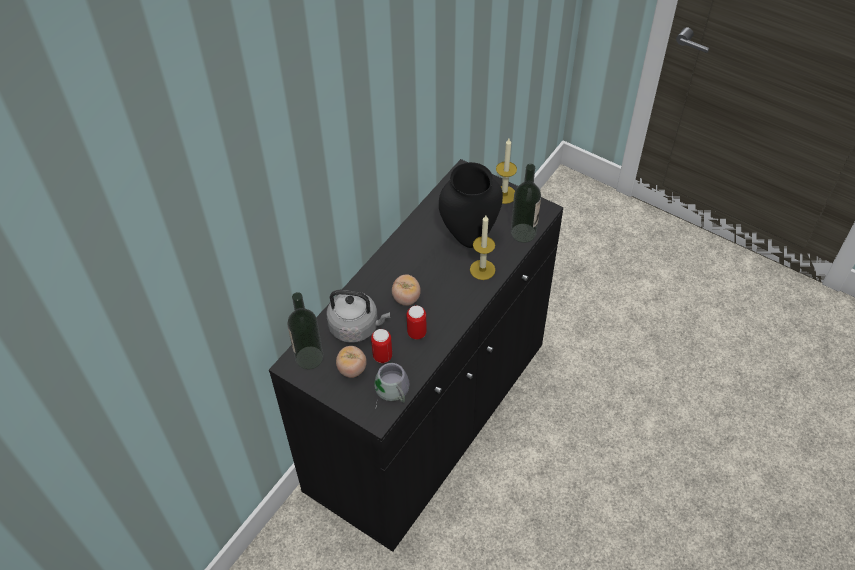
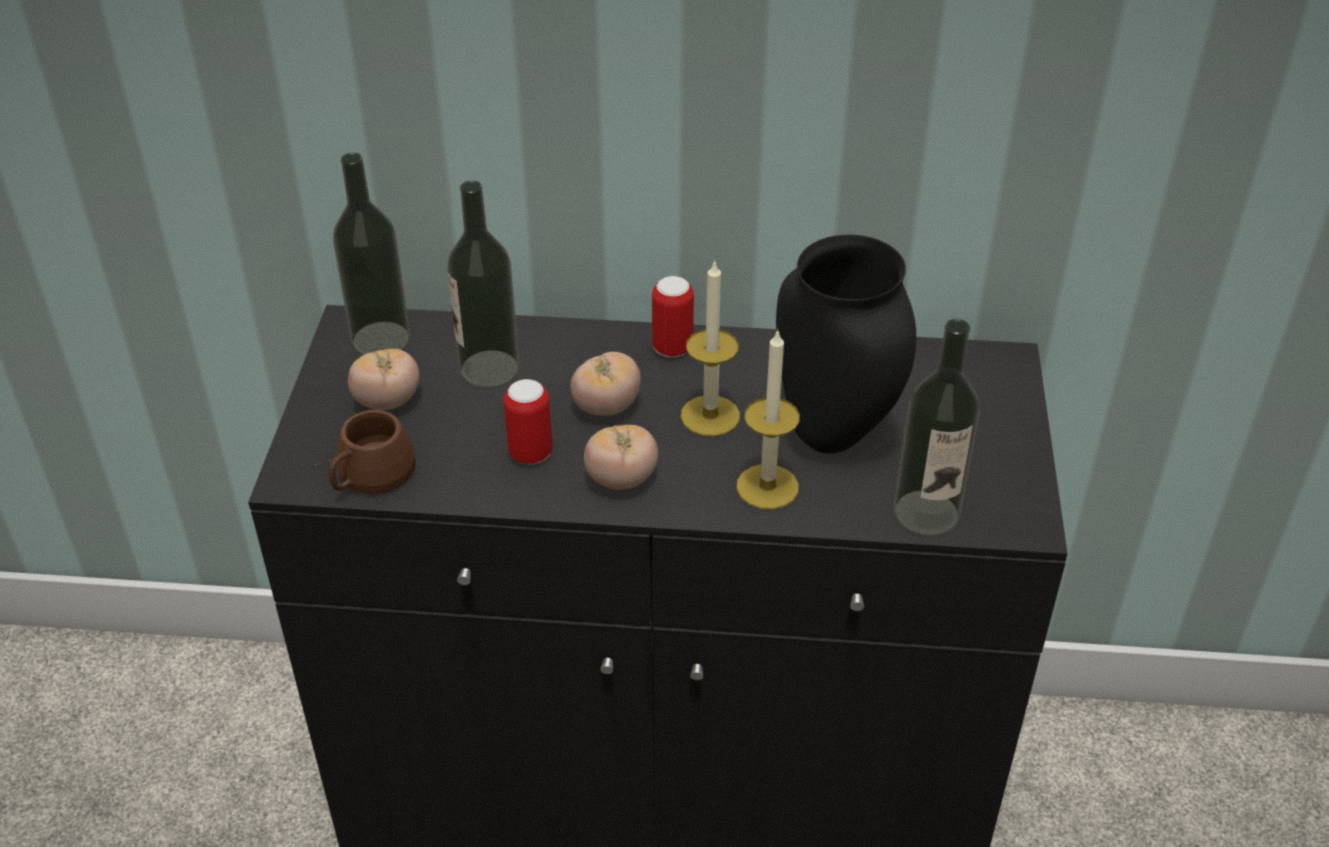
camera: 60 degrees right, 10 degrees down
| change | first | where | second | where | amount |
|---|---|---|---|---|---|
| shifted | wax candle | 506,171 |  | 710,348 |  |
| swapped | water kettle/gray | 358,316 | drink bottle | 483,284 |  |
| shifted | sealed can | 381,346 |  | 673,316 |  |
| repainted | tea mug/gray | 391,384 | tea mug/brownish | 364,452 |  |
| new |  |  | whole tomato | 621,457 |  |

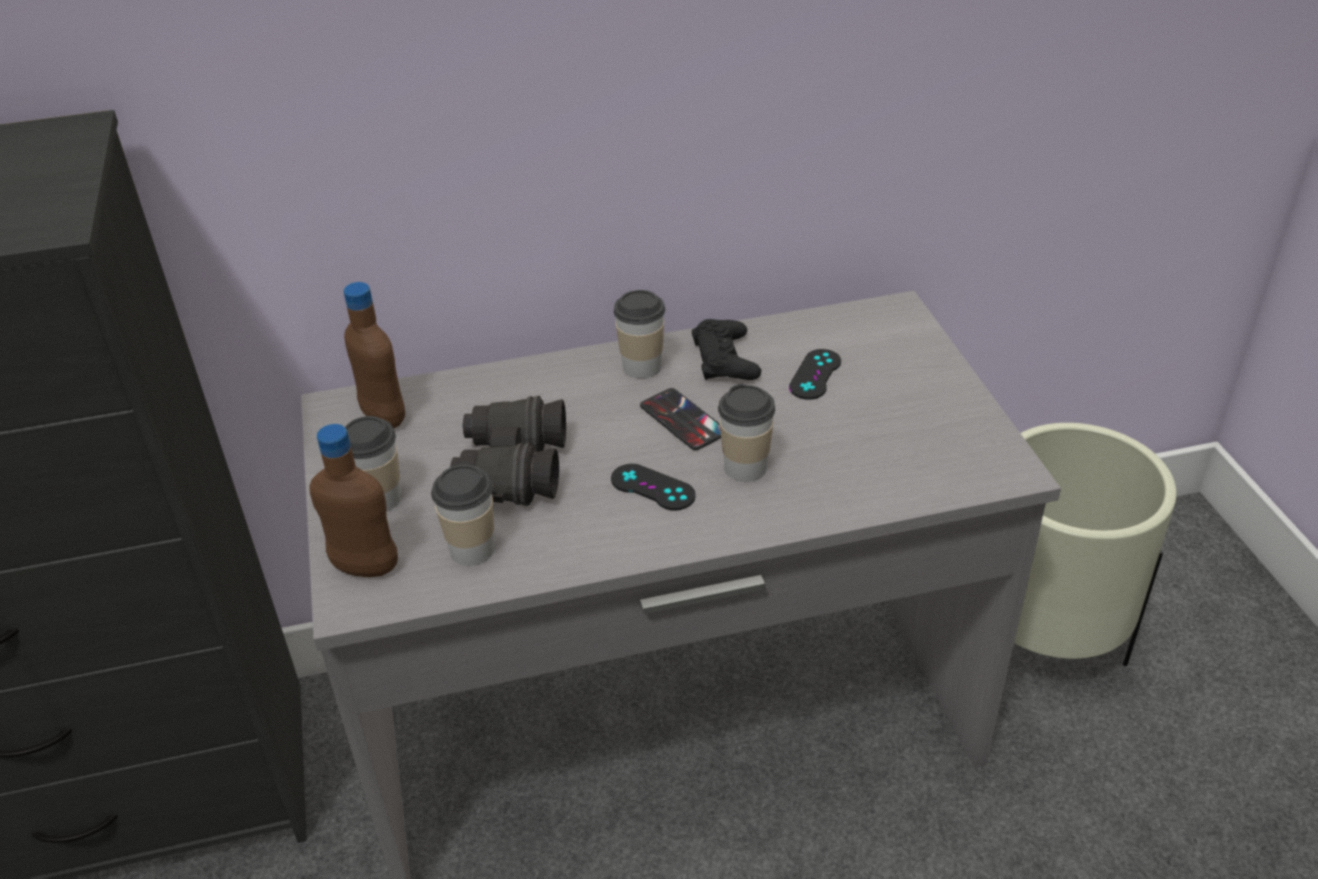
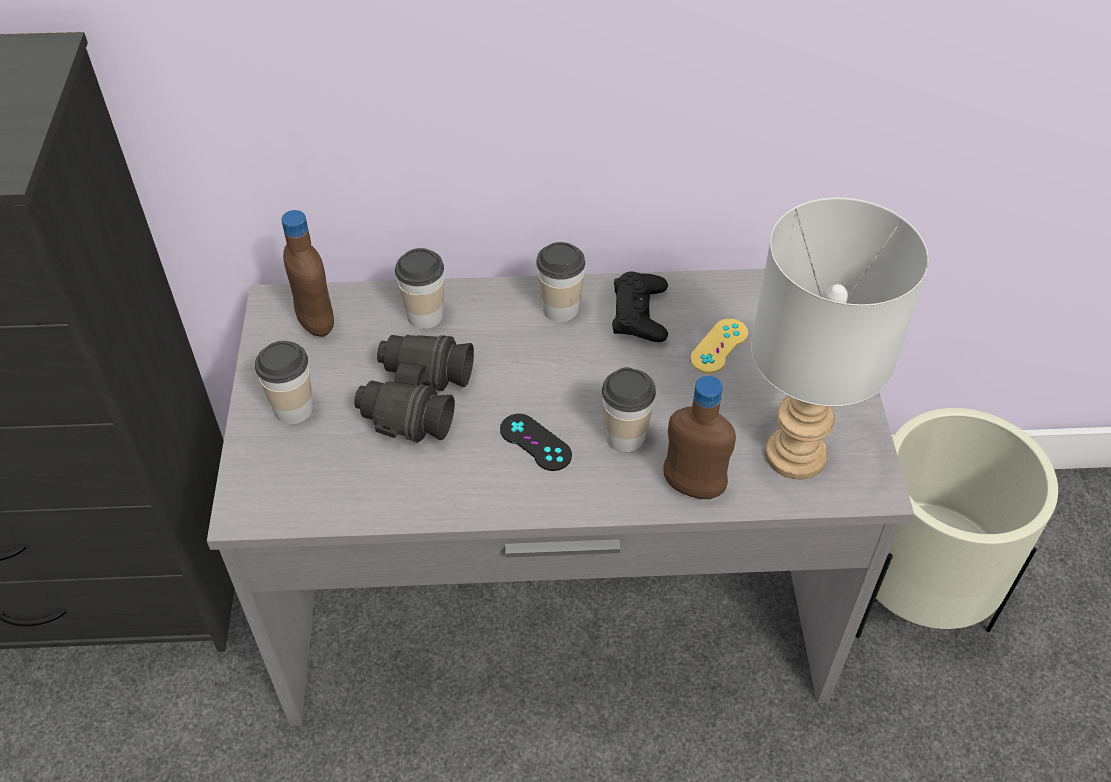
camera: 10 degrees right, 10 degrees up
| change | first | where | second | where | amount |
|---|---|---|---|---|---|
| repainted | gamepad/black-coloured | 815,374 | gamepad/yellowish | 719,346 |  |
| gone | phone | 680,419 |  |  |  |
| shifted | drink bottle/brownish | 353,500 |  | 700,437 |  |
| shifted | cup | 462,515 |  | 419,288 |  |
| new |  |  | tabletop lamp/gray | 840,338 |  |

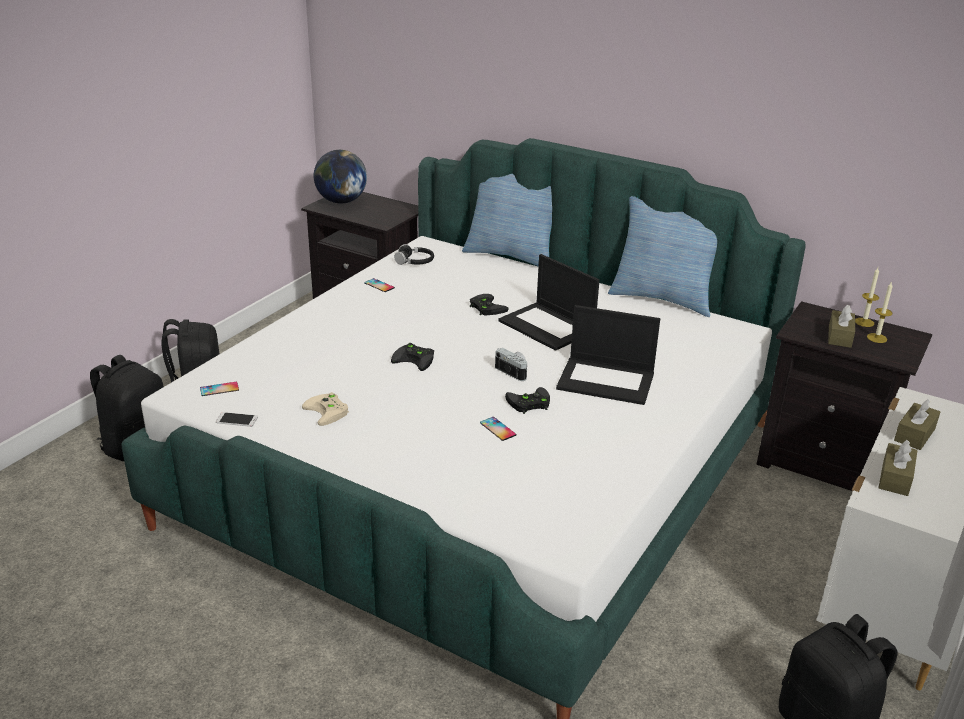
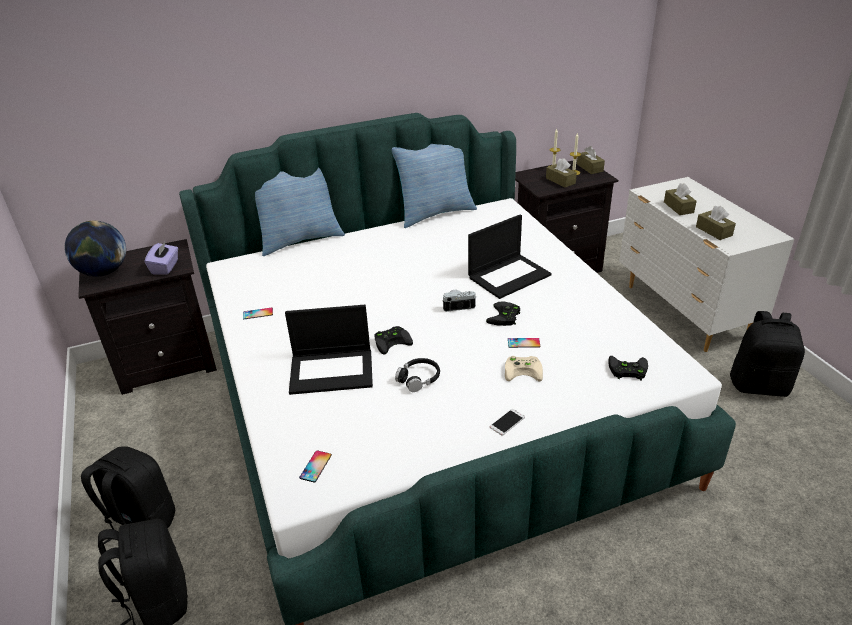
camera: 50 degrees left, 5 degrees up
| change | first | where | second | where | amount |
|---|---|---|---|---|---|
| shifted | headset/black-coloured | 414,254 |  | 417,375 |  |
| shifted | laptop | 549,302 |  | 329,350 |  |
| shifted | gamepad/black-coloured | 489,305 |  | 628,368 |  |
| shifted | gamepad/beige-coloured | 325,409 |  | 524,369 |  |
| shifted | phone | 237,419 |  | 507,422 |  |
| new |  |  | tissue holder/brownish | 591,160 |  |
| new |  |  | tissue holder/purple | 161,258 |  |

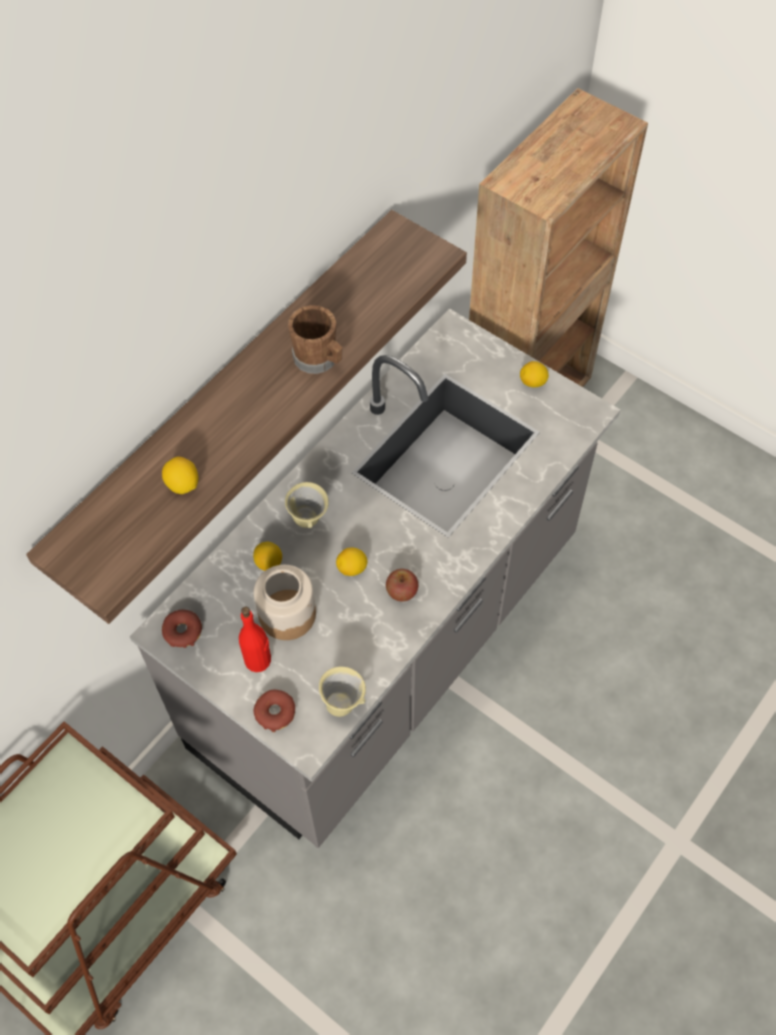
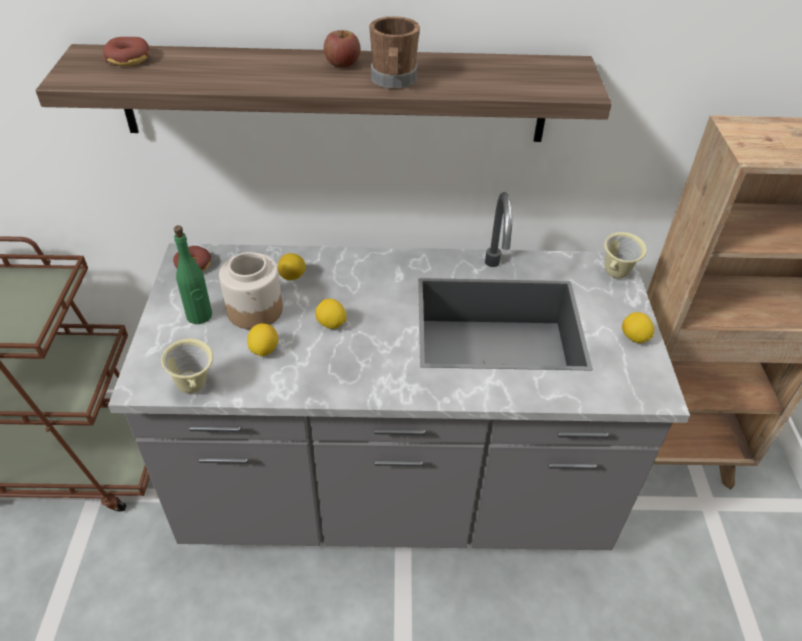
camera: 50 degrees right, 15 degrees down
| change | first | where | second | where | amount |
|---|---|---|---|---|---|
| shifted | whole lemon | 180,475 |  | 262,340 |  |
| shifted | tea mug/beige-coloured | 307,505 |  | 625,255 |  |
| shifted | apple | 402,585 |  | 342,49 |  |
| repainted | drink bottle/red | 255,639 | drink bottle/green | 193,274 |  |
| shifted | doughnut | 274,711 |  | 126,51 |  |

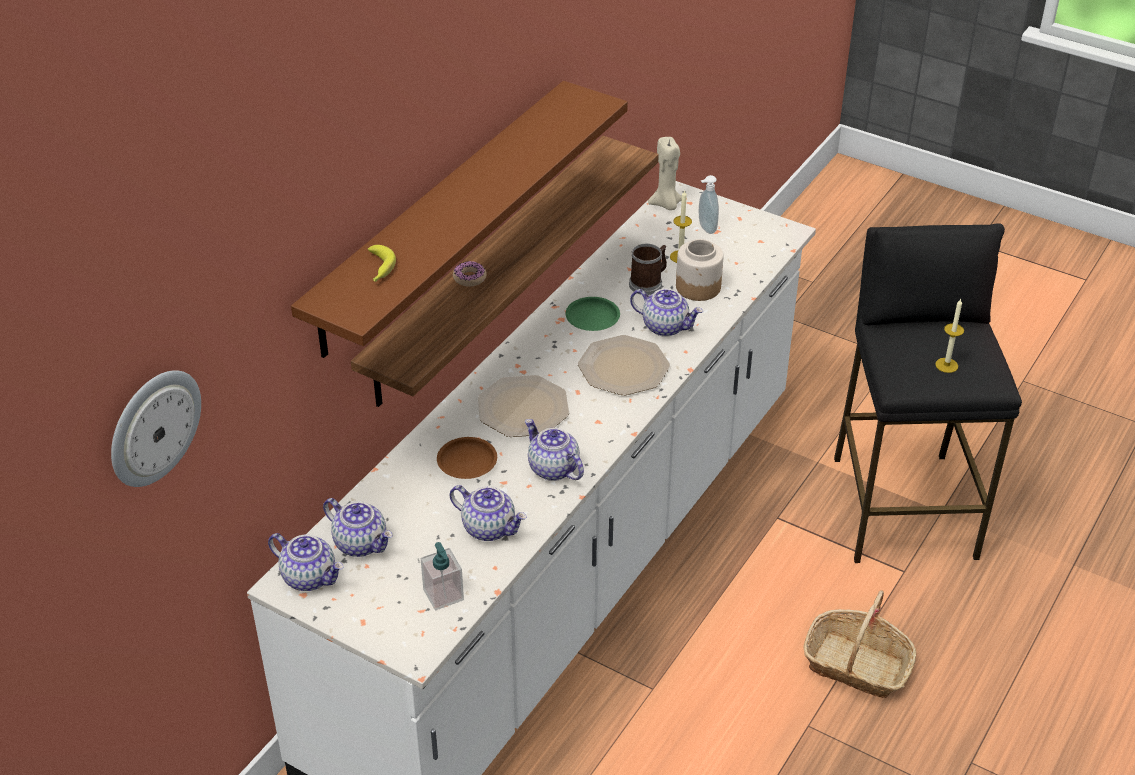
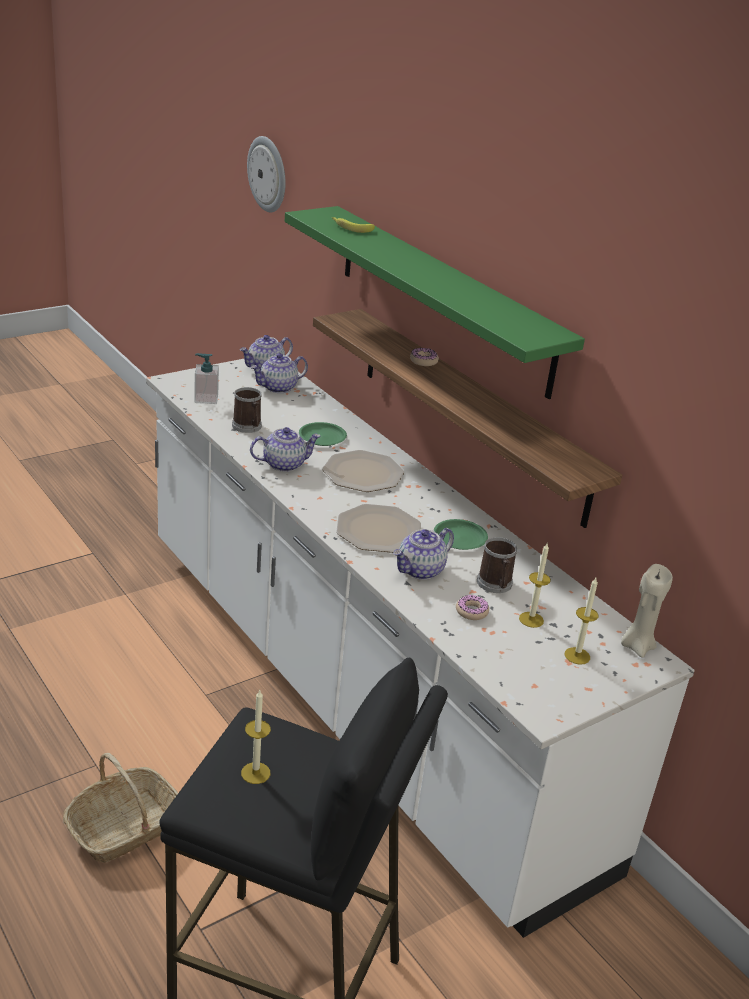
camera: 110 degrees right, 10 degrees down
| change | first | where | second | where | amount |
|---|---|---|---|---|---|
| repainted | wall shelf/brownish | 459,219 | wall shelf/green | 435,302 |  |
| swapped | soap bottle | 709,204 | wax candle | 582,621 |  |
| swapped | storage jar | 700,270 | doughnut | 472,607 |  |
| repainted | flat dish/brownish | 467,458 | flat dish/green | 323,434 |  |
| swapped | tea pot | 488,513 | tea mug | 247,410 |  |

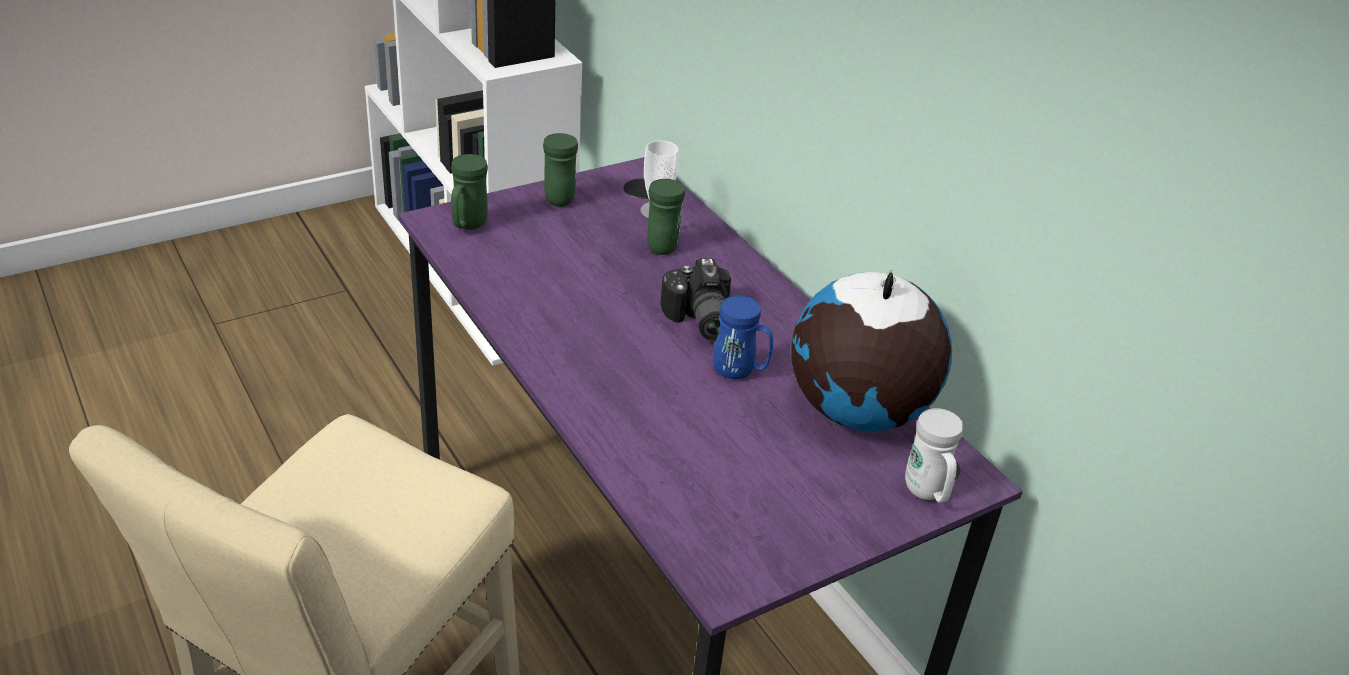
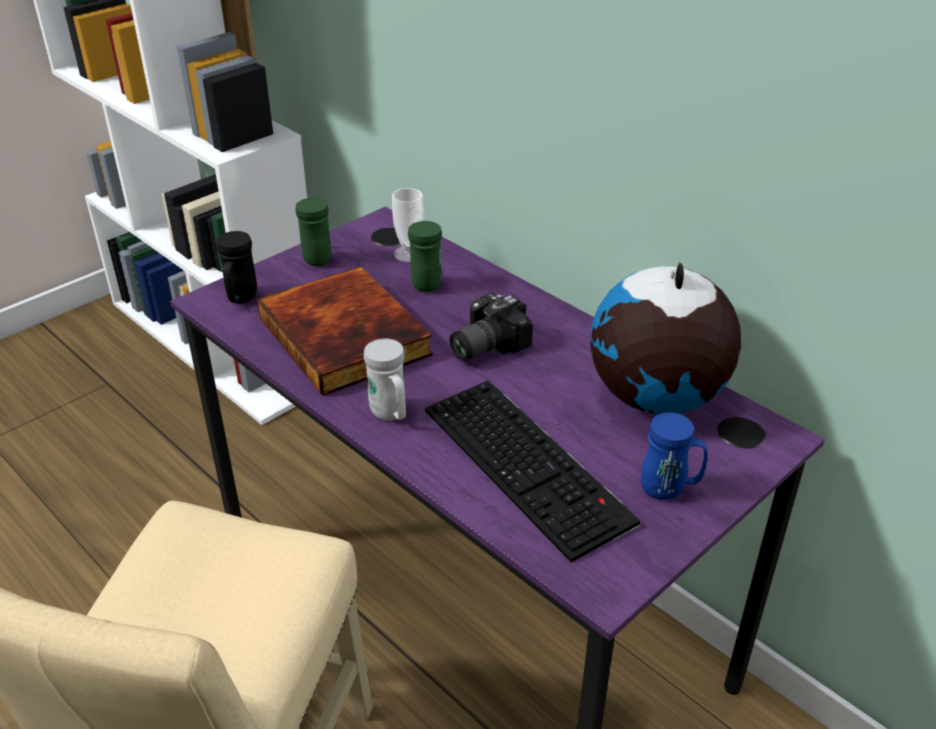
camera: 10 degrees left, 0 degrees up
| change | first | where | second | where | amount |
|---|---|---|---|---|---|
| repainted | tea mug/green | 469,192 | tea mug/black-coloured | 237,267 |  |
| rotated | photo camera | 695,299 |  | 491,327 | 75 degrees clockwise |
| shifted | tea mug/bluish | 743,337 |  | 674,456 |  |
| shifted | tea mug/whitish | 934,455 |  | 384,380 |  |
| new |  |  | book | 345,331 |  |
| new |  |  | PC keyboard | 532,471 |  |

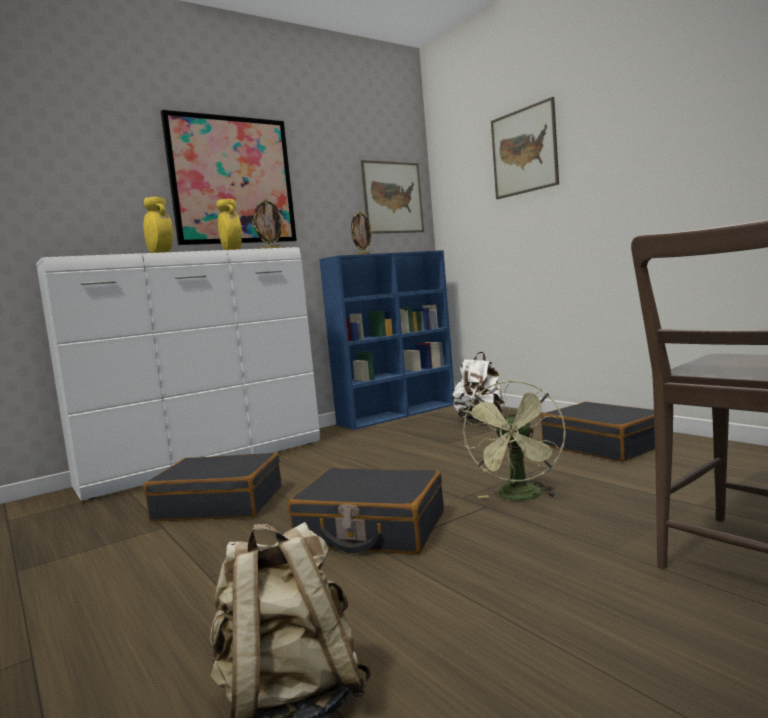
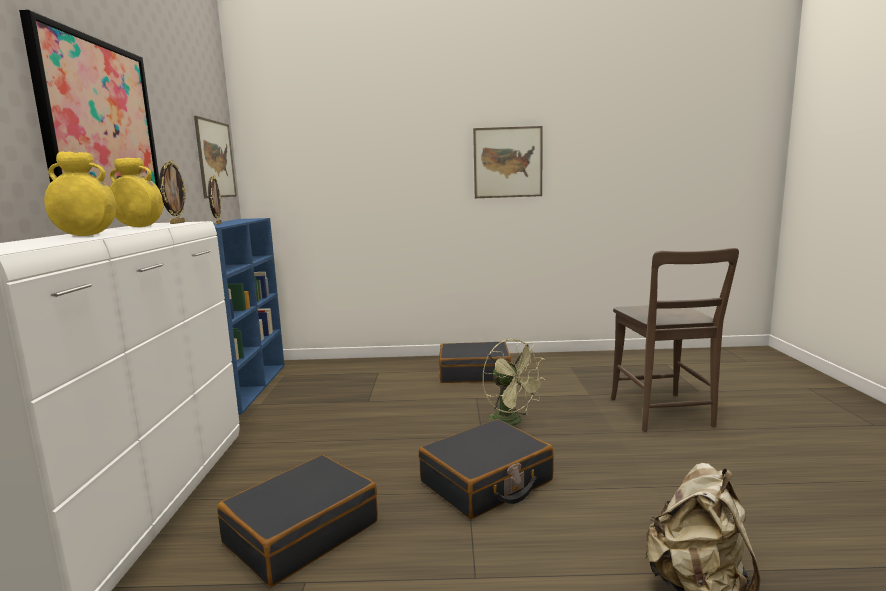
camera: 55 degrees left, 5 degrees up
| change | first | where | second | where | amount |
|---|---|---|---|---|---|
| shifted | wall art | 525,148 |  | 507,162 |  |
| gone | rucksack/whitish | 478,386 |  |  |  |

